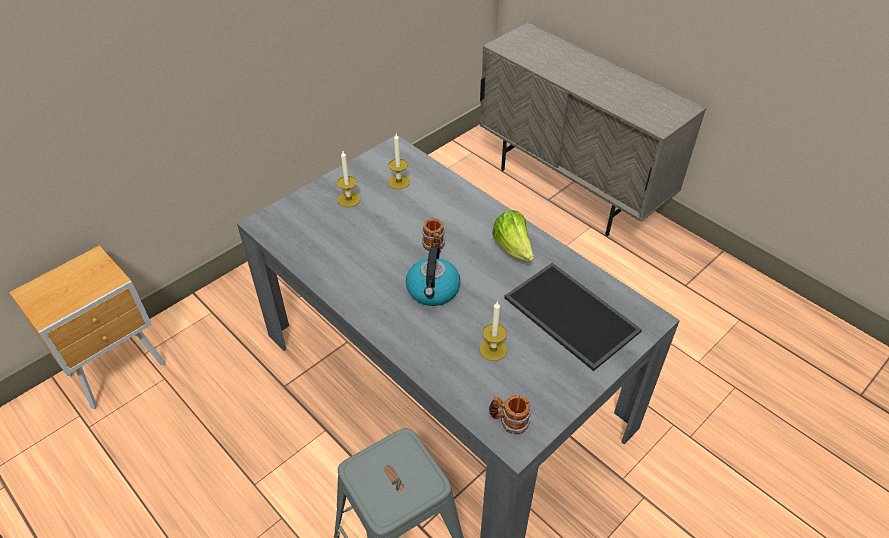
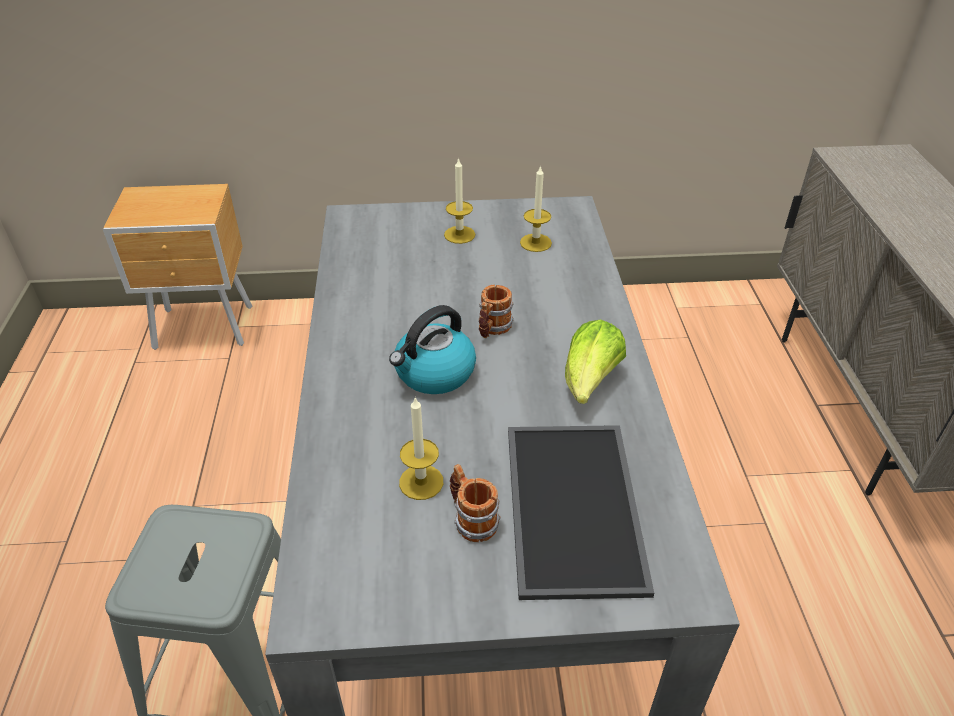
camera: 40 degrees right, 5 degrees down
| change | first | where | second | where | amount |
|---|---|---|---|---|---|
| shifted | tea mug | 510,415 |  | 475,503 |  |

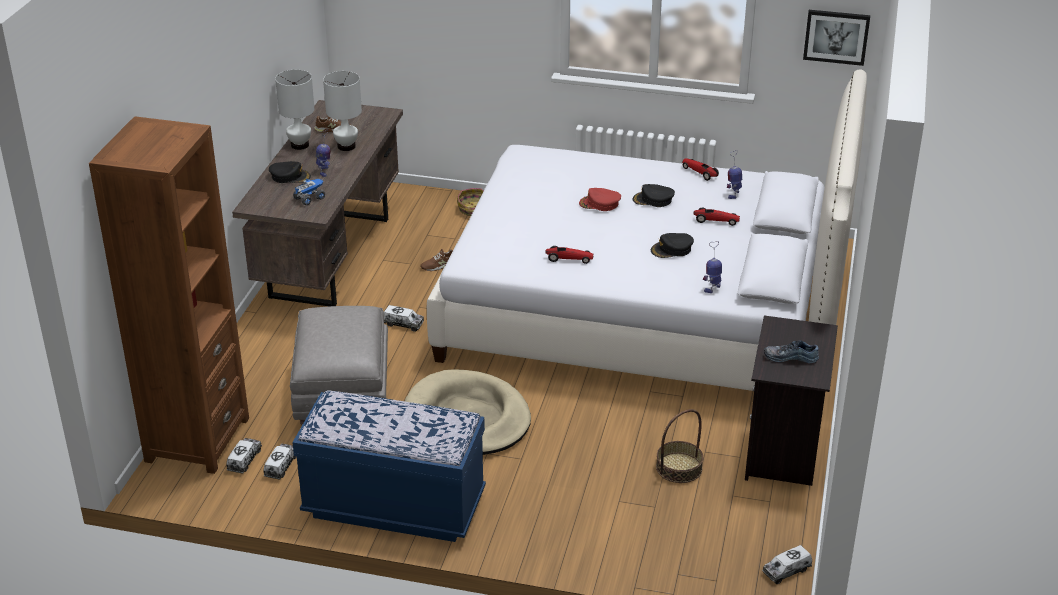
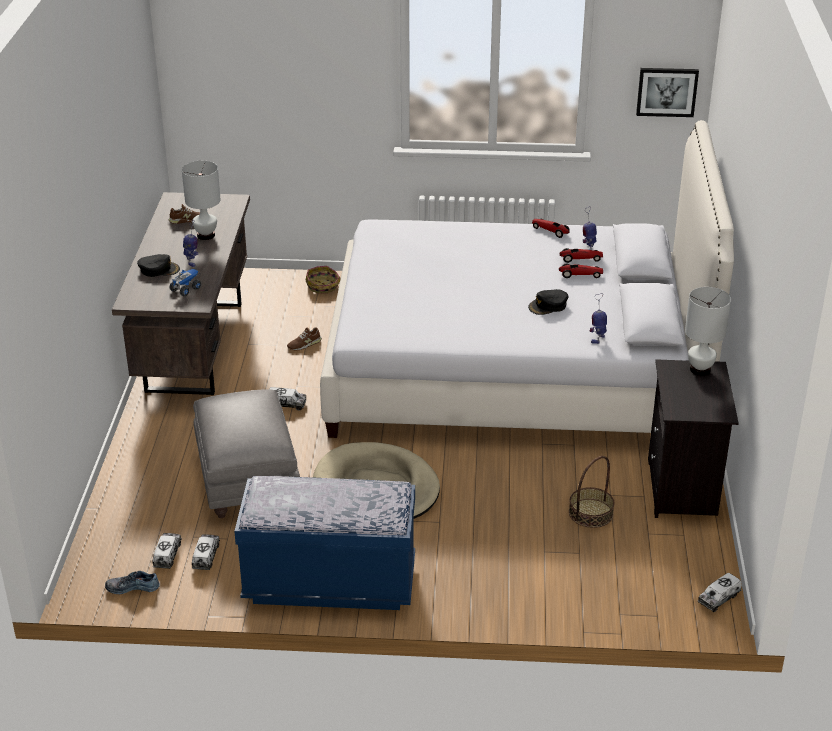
camera: 10 degrees left, 0 degrees up
| change | first | where | second | where | amount |
|---|---|---|---|---|---|
| shifted | tabletop lamp/whitish | 294,110 |  | 708,331 |  |
| gone | shelving unit/brownish | 169,295 |  |  |  |
| gone | baseball cap/black-coloured | 654,195 |  |  |  |
| gone | baseball cap/red | 600,199 |  |  |  |
| shifted | model car | 570,255 |  | 581,255 |  |
| shifted | item of footwear | 791,351 |  | 132,582 |  |

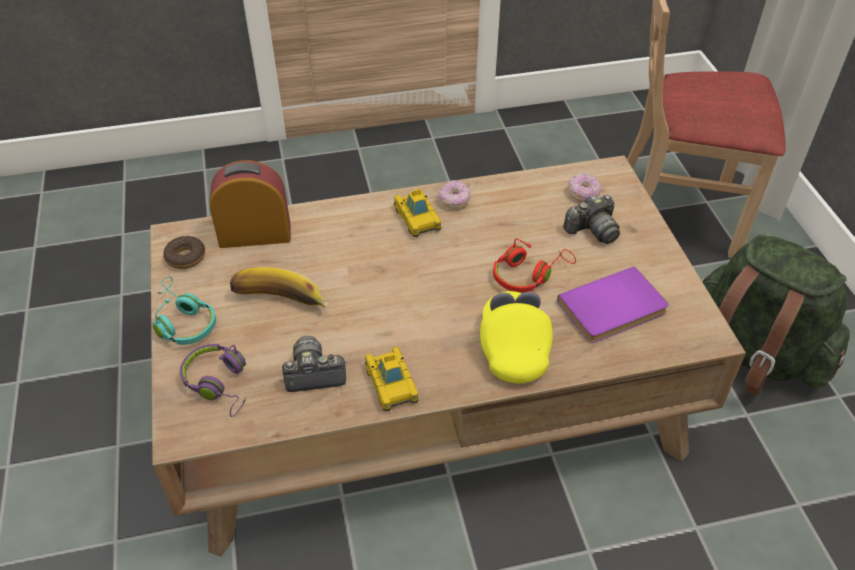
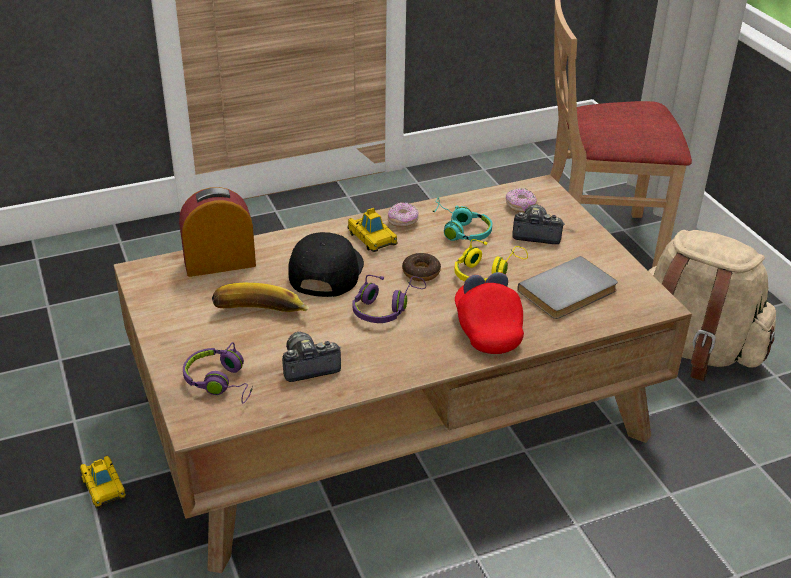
camera: 10 degrees left, 10 degrees down
| change | first | where | second | where | amount |
|---|---|---|---|---|---|
| rotated | photo camera | 591,219 |  | 538,224 | 135 degrees counterclockwise |
| repainted | rucksack/green | 775,315 | rucksack/beige-coloured | 712,305 |  |
| shifted | doughnut | 184,252 |  | 421,267 |  |
| repainted | headset/red | 534,266 | headset/yellowish | 491,260 |  |
| repainted | book/purple | 613,304 | book/gray | 568,287 |  |
| shifted | headset/turquoise | 184,310 |  | 462,219 |  |
| repainted | baseball cap/yellowish | 516,337 | baseball cap/red | 489,313 |  |
| shifted | model car | 392,378 |  | 103,482 |  |
| new |  |  | baseball cap/black-coloured | 326,264 |  |
| new |  |  | headset/purple | 389,299 |  |

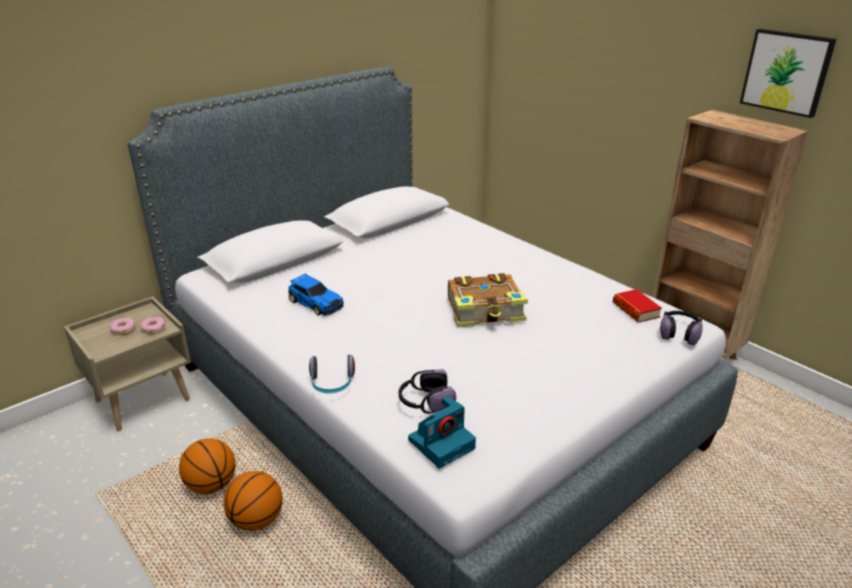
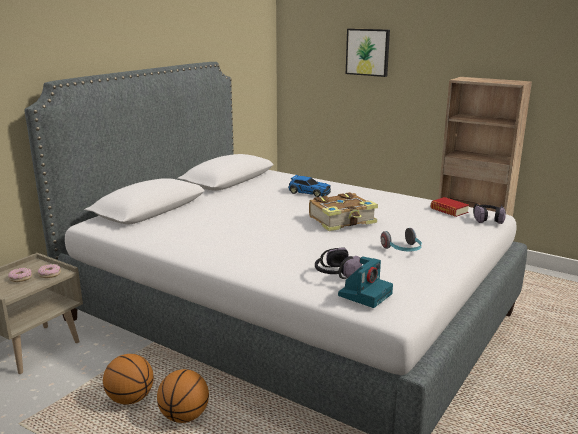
camera: 15 degrees left, 10 degrees down
| change | first | where | second | where | amount |
|---|---|---|---|---|---|
| shifted | wall art | 788,73 |  | 368,52 |  |
| shifted | model car | 316,294 |  | 309,186 |  |
| shifted | headset | 332,374 |  | 401,239 |  |

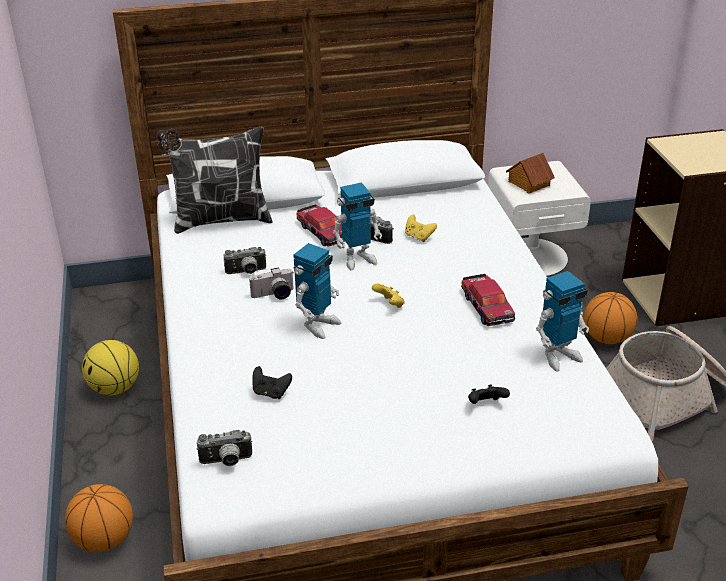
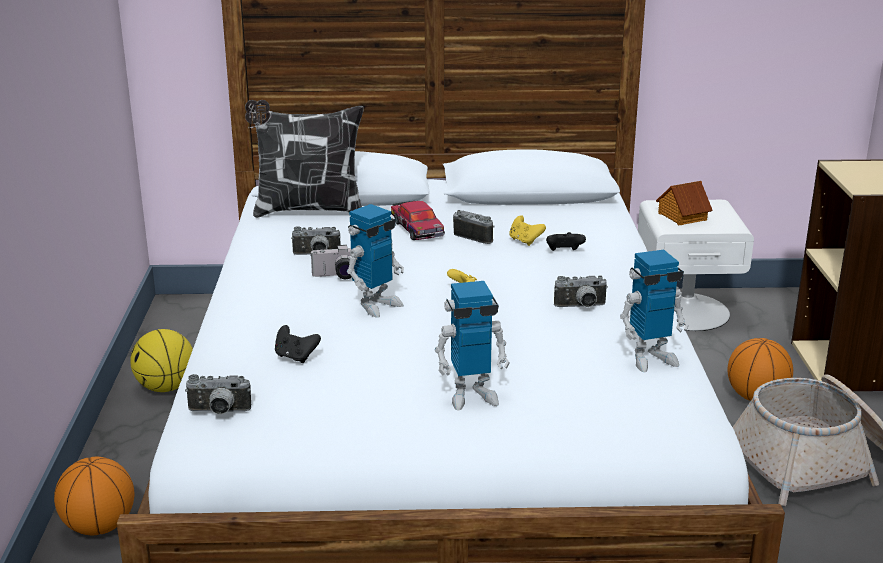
camera: 10 degrees right, 10 degrees down
| change | first | where | second | where | amount |
|---|---|---|---|---|---|
| shifted | robot figure | 357,226 |  | 472,346 |  |
| swapped | model car | 488,300 | photo camera | 581,291 |  |
| shifted | gamepad/black-coloured | 489,394 |  | 566,241 |  |

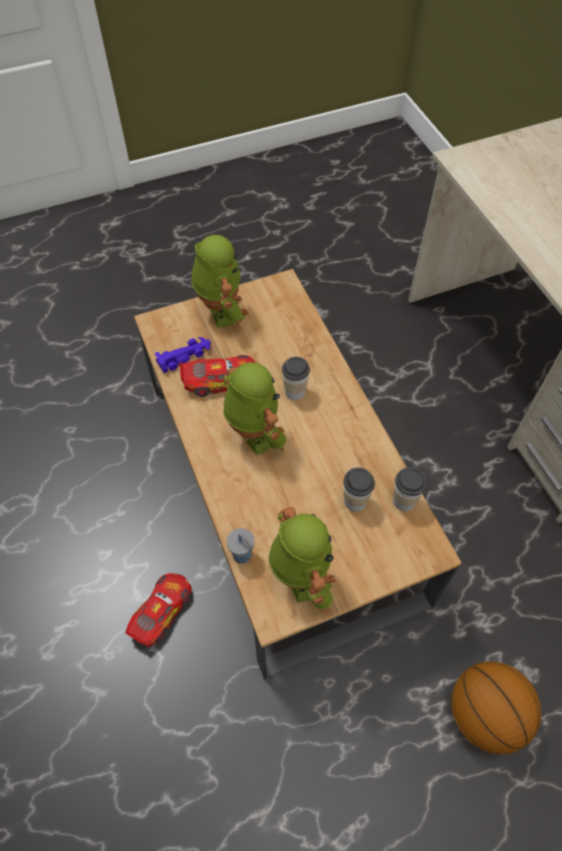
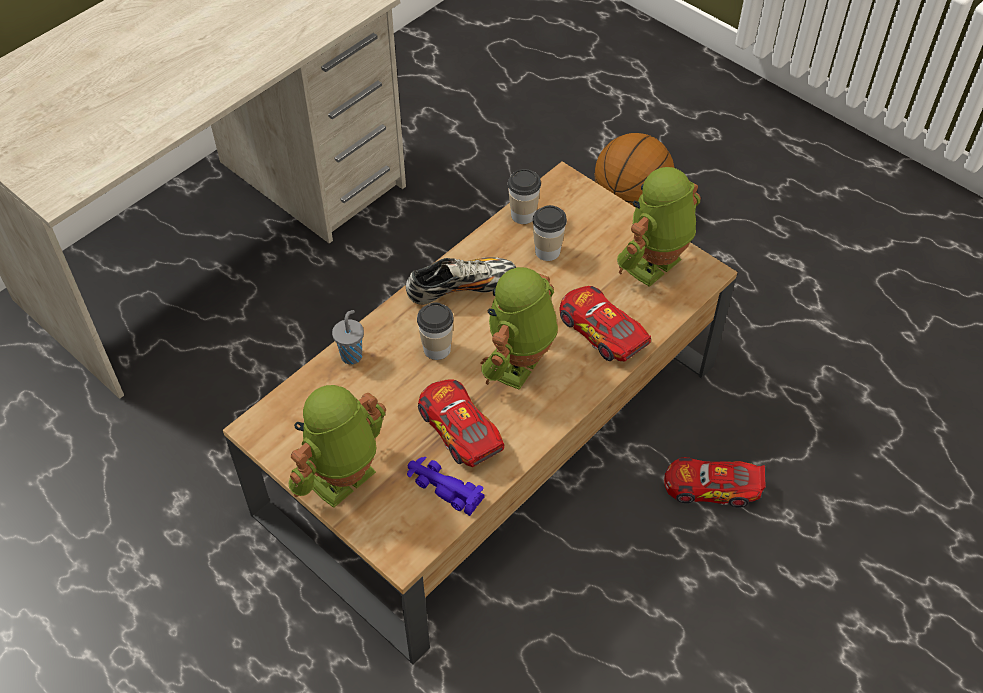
camera: 115 degrees left, 5 degrees down
| change | first | where | second | where | amount |
|---|---|---|---|---|---|
| shifted | cup/gray | 241,545 |  | 348,337 |  |
| new |  |  | item of footwear | 461,281 |  |
| new |  |  | model car | 605,324 |  |

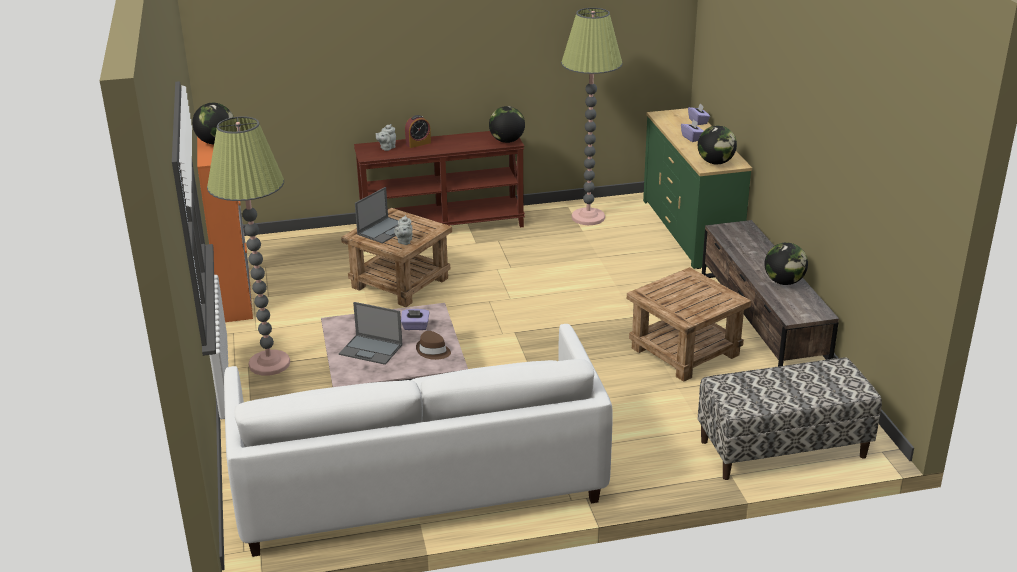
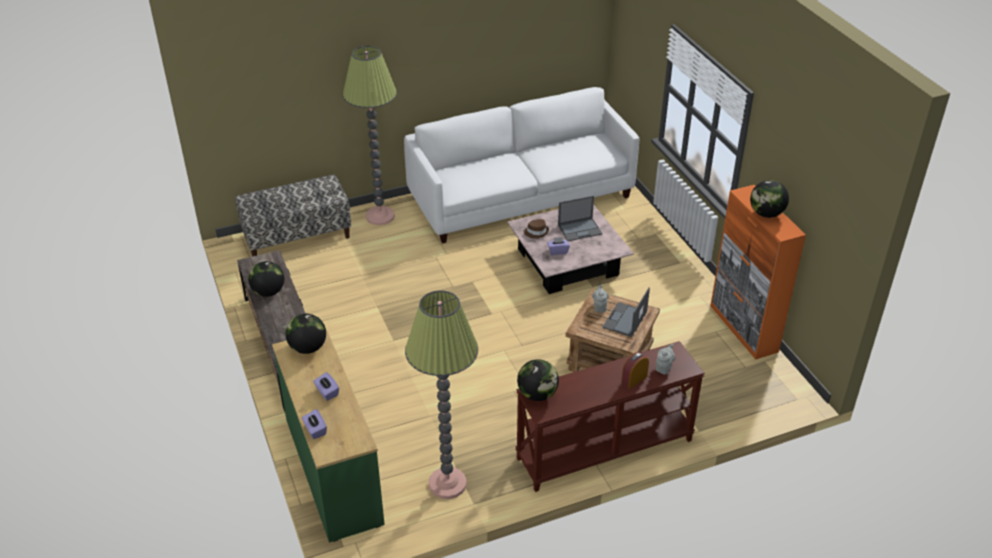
camera: 170 degrees right, 10 degrees up
| change | first | where | second | where | amount |
|---|---|---|---|---|---|
| shifted | standard lamp | 248,246 |  | 370,135 |  |
| gone | accent table/brownish | 689,324 |  |  |  |
| rotated | laptop | 371,333 |  | 580,218 | 150 degrees clockwise |

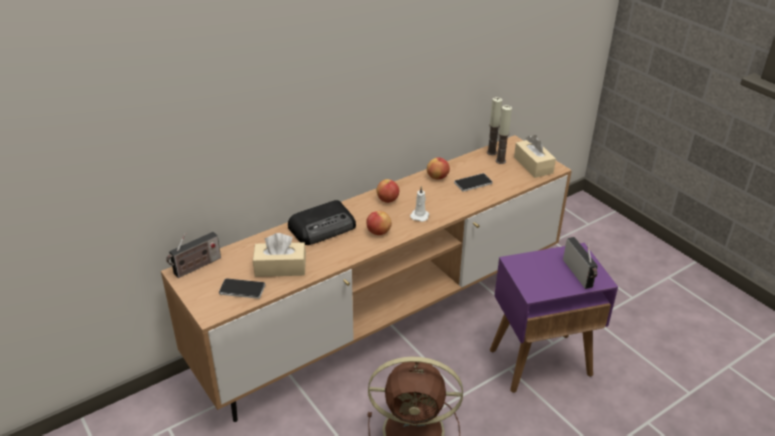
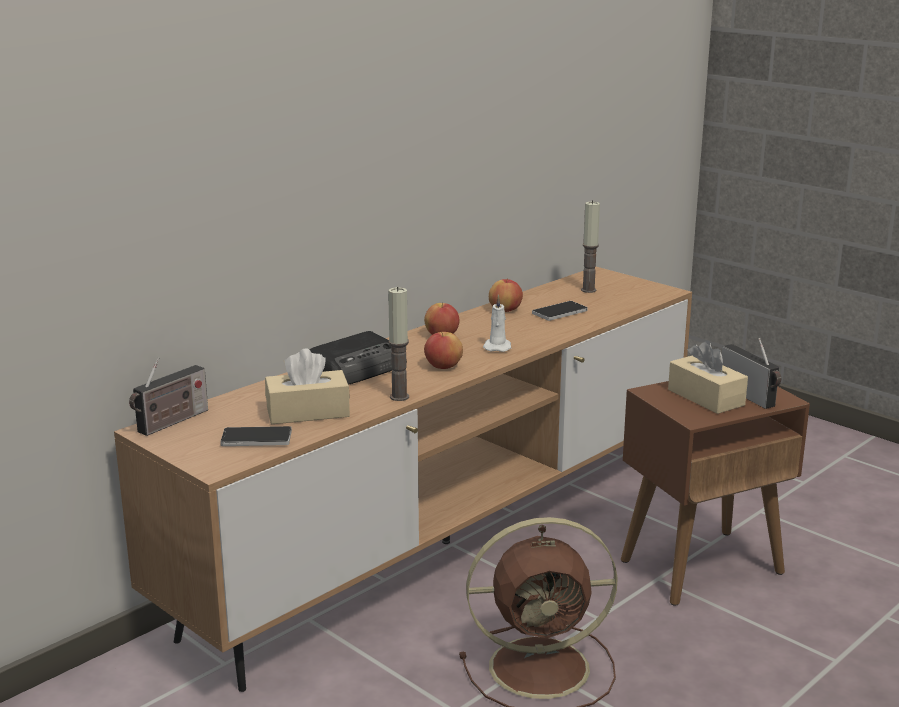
camera: 10 degrees left, 15 degrees down
| change | first | where | second | where | amount |
|---|---|---|---|---|---|
| shifted | wax candle | 494,126 |  | 398,344 |  |
| shifted | tissue holder/beige-coloured | 535,156 |  | 708,377 |  |
| repainted | accent table/purple | 554,318 | accent table/brownish | 715,493 |  |

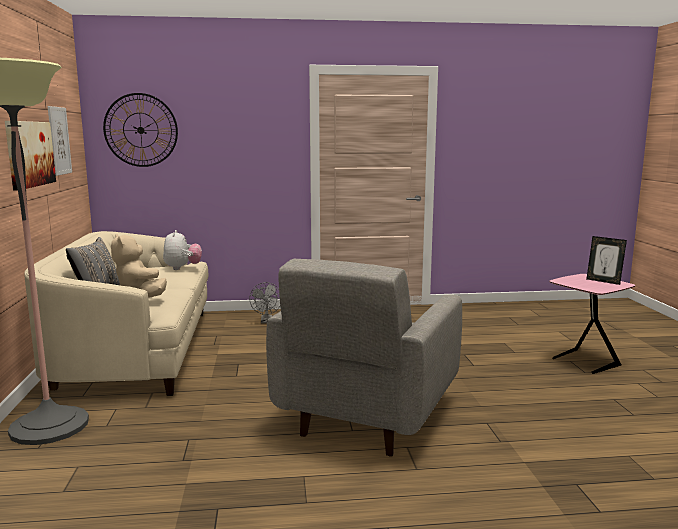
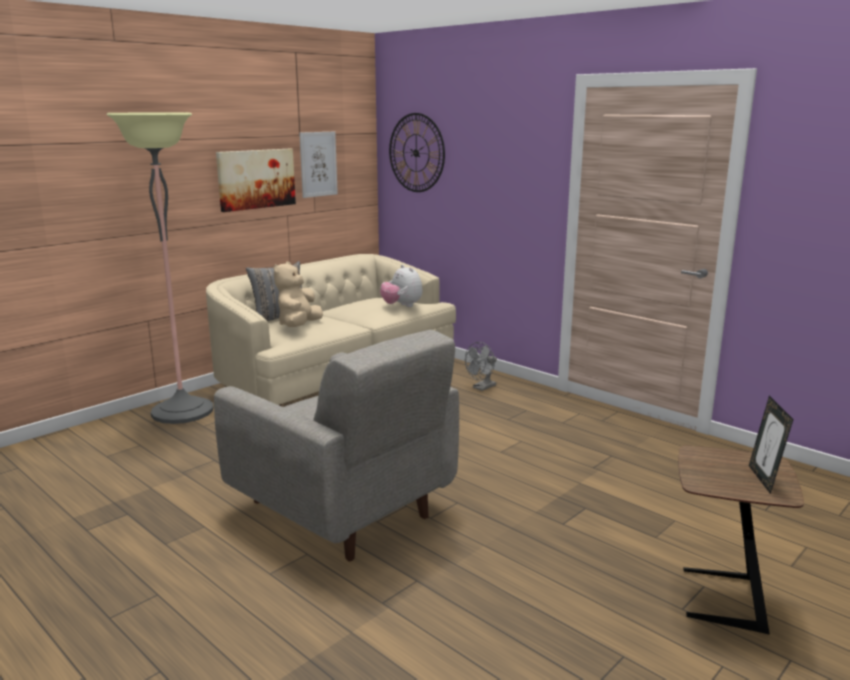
camera: 50 degrees right, 5 degrees up
| change | first | where | second | where | amount |
|---|---|---|---|---|---|
| rotated | soft toy | 182,250 |  | 401,286 | 105 degrees clockwise |
| rotated | lounge chair/gray | 364,358 |  | 336,445 | 120 degrees counterclockwise |
| repainted | accent table/pink-coloured | 592,324 | accent table/brownish | 741,540 |  |

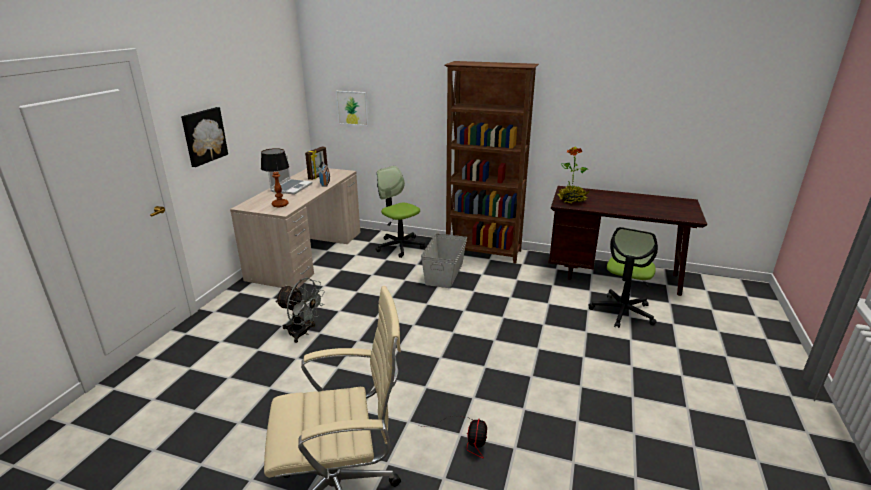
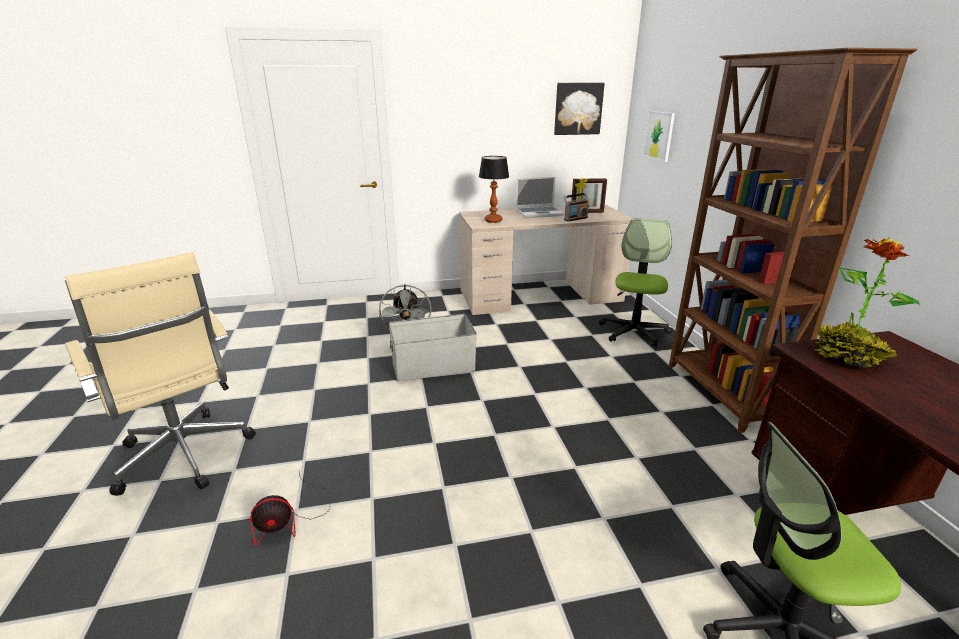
camera: 60 degrees right, 0 degrees up
| change | first | where | second | where | amount |
|---|---|---|---|---|---|
| shifted | wall art | 204,137 |  | 579,109 |  |
| shifted | storage box/gray | 444,260 |  | 433,347 |  |

